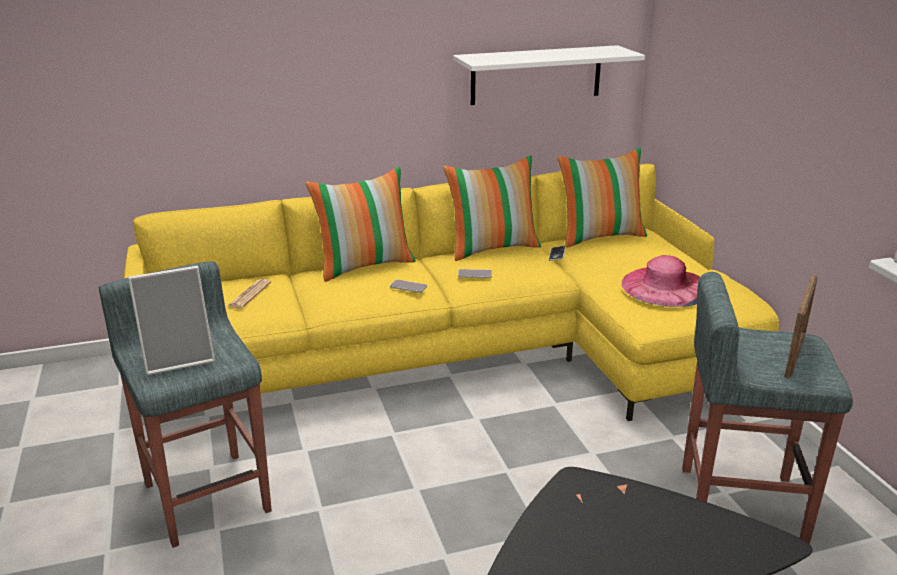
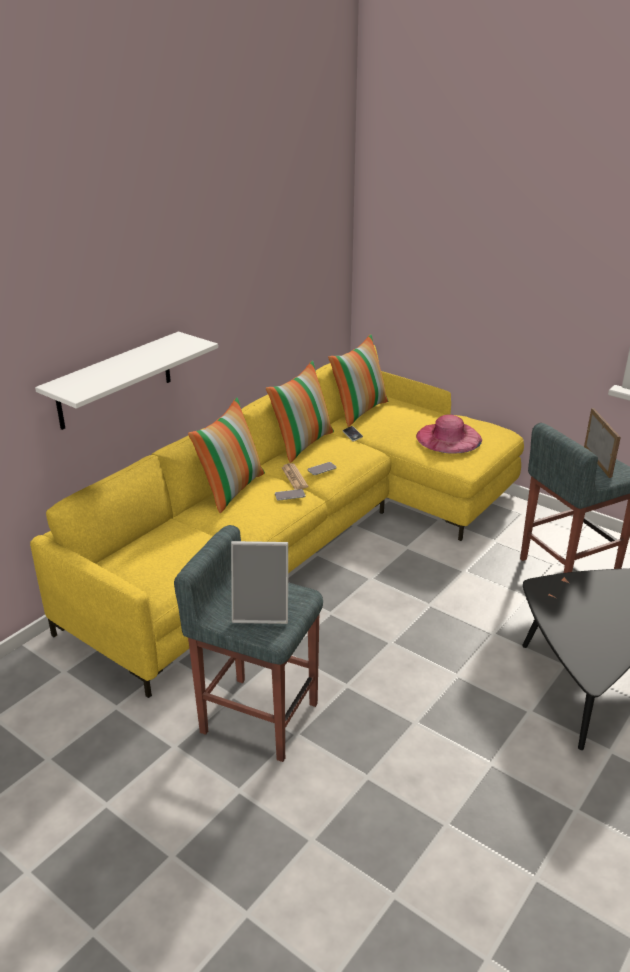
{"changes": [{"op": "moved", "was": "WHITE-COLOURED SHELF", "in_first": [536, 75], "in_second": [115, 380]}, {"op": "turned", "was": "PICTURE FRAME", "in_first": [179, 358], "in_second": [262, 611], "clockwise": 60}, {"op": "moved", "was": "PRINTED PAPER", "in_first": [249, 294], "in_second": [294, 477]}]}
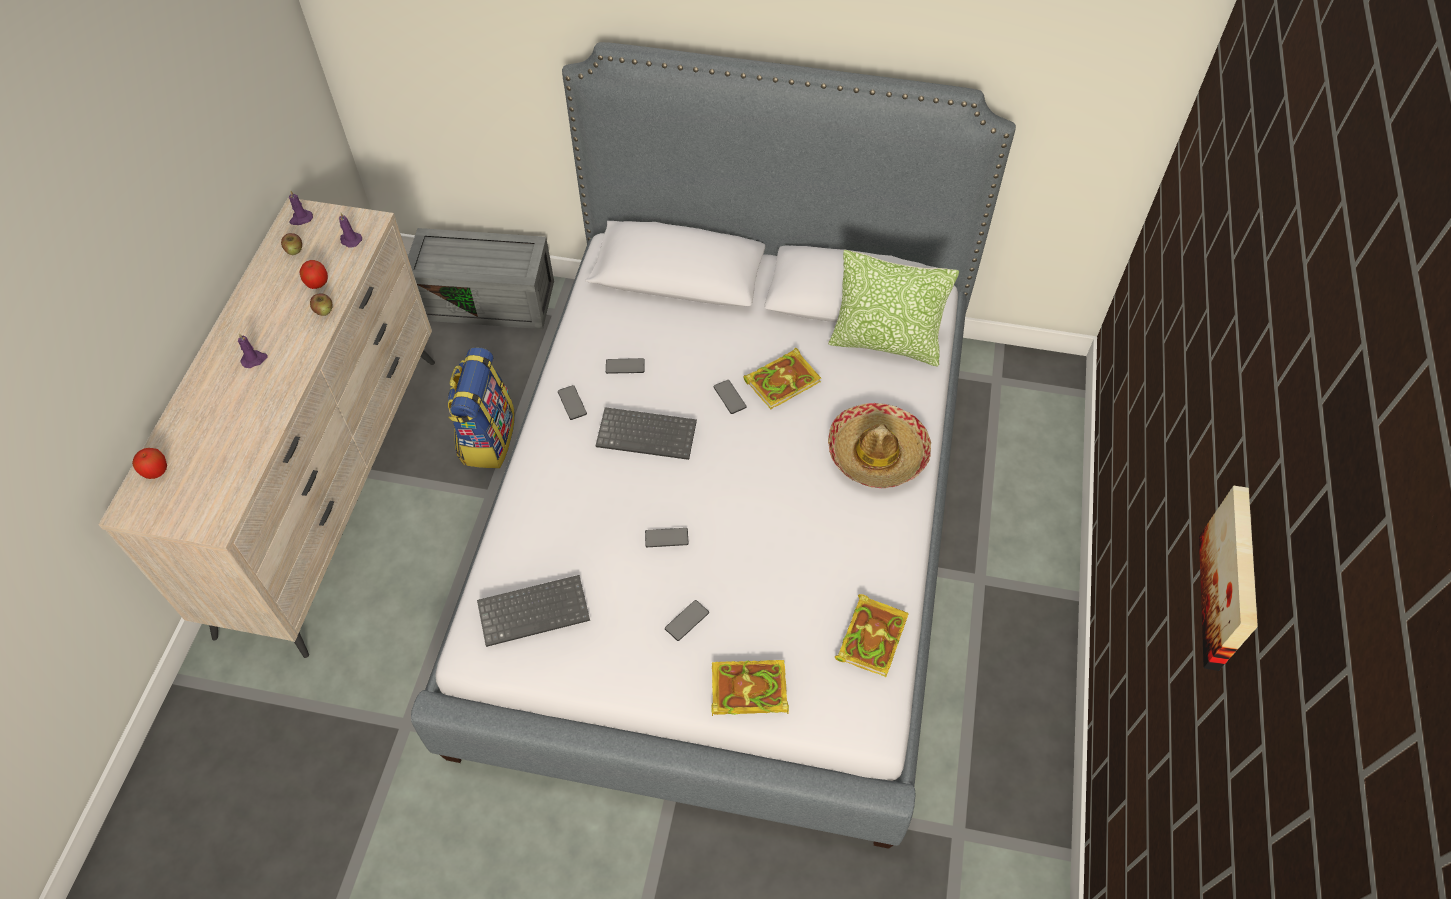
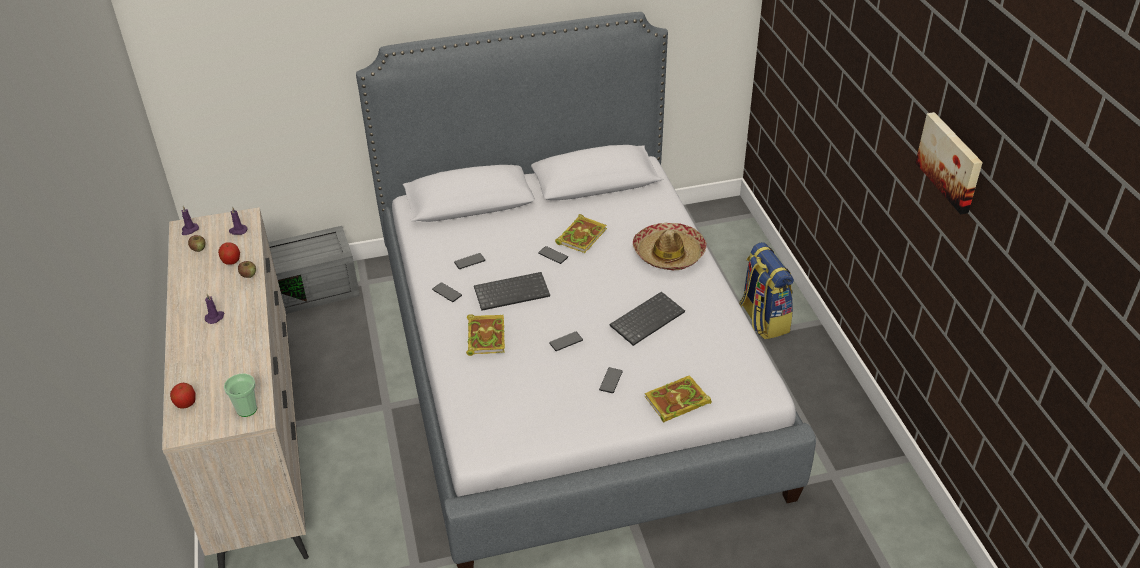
{"changes": [{"op": "removed", "was": "THROW PILLOW", "in_first": [885, 343]}, {"op": "moved", "was": "KNAPSACK", "in_first": [487, 438], "in_second": [762, 320]}, {"op": "moved", "was": "COMPUTER KEYBOARD", "in_first": [535, 609], "in_second": [647, 318]}, {"op": "moved", "was": "BOUND BOOK", "in_first": [871, 635], "in_second": [485, 336]}, {"op": "added", "now": "DRINKING CUP", "in_second": [247, 409]}]}
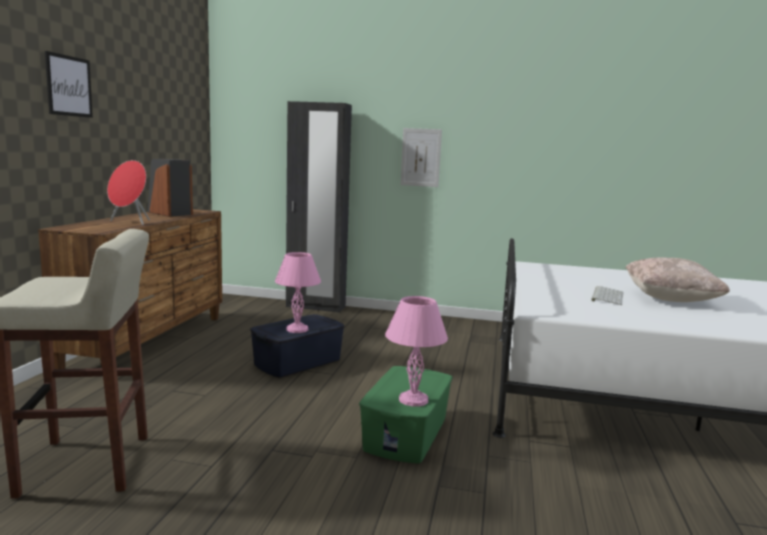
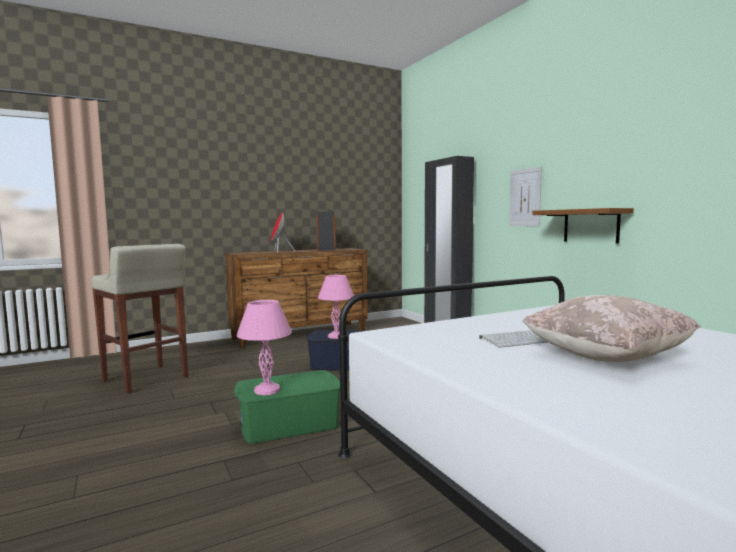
{"changes": [{"op": "removed", "was": "PICTURE", "in_first": [69, 86]}, {"op": "added", "now": "BROWNISH SHELF", "in_second": [591, 226]}]}
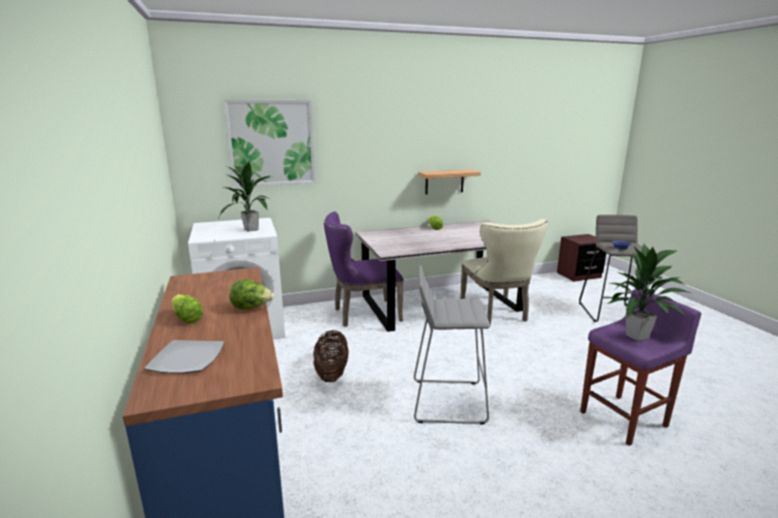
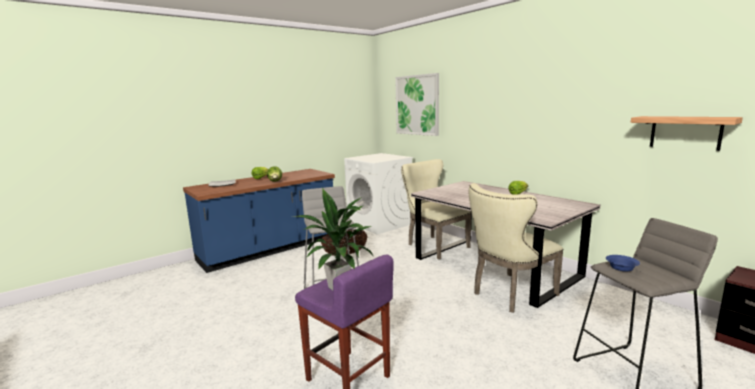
{"changes": [{"op": "removed", "was": "HOUSEPLANT", "in_first": [251, 229]}, {"op": "moved", "was": "SHELF", "in_first": [444, 181], "in_second": [685, 132]}, {"op": "recoloured", "was": "PURPLISH PLAIN CHAIR", "now": "BEIGE PLAIN CHAIR", "in_first": [362, 314], "in_second": [434, 245]}]}
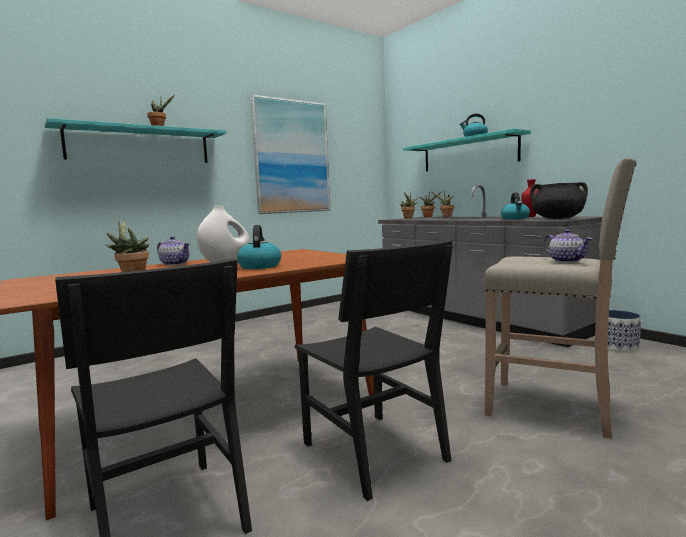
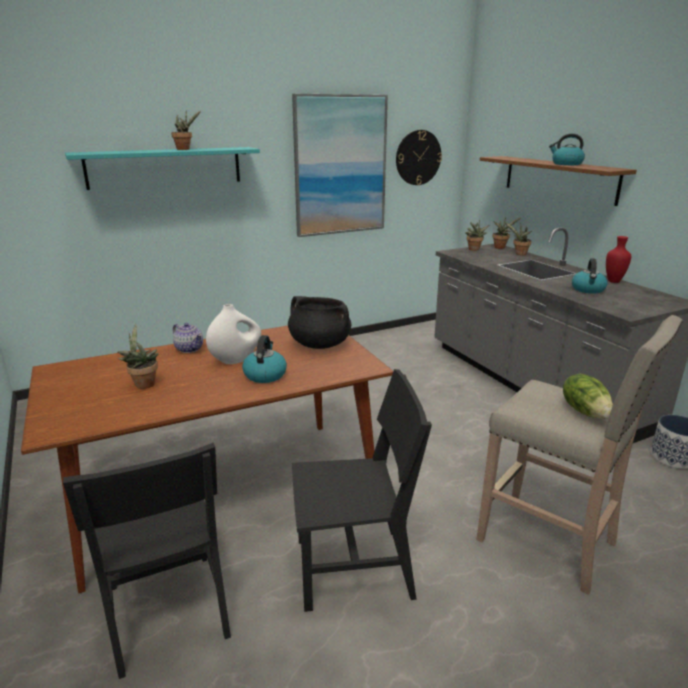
{"changes": [{"op": "recoloured", "was": "TURQUOISE SHELF", "now": "BROWNISH SHELF", "in_first": [468, 153], "in_second": [559, 179]}, {"op": "moved", "was": "BLACK SAUCEPOT", "in_first": [557, 218], "in_second": [319, 344]}, {"op": "replaced", "was": "TEAPOT", "now": "LETTUCE HEAD", "in_first": [566, 261], "in_second": [585, 411]}, {"op": "turned", "was": "BLACK PLAIN CHAIR", "in_first": [373, 452], "in_second": [354, 568], "clockwise": -75}, {"op": "added", "now": "WALL CLOCK", "in_second": [418, 157]}]}
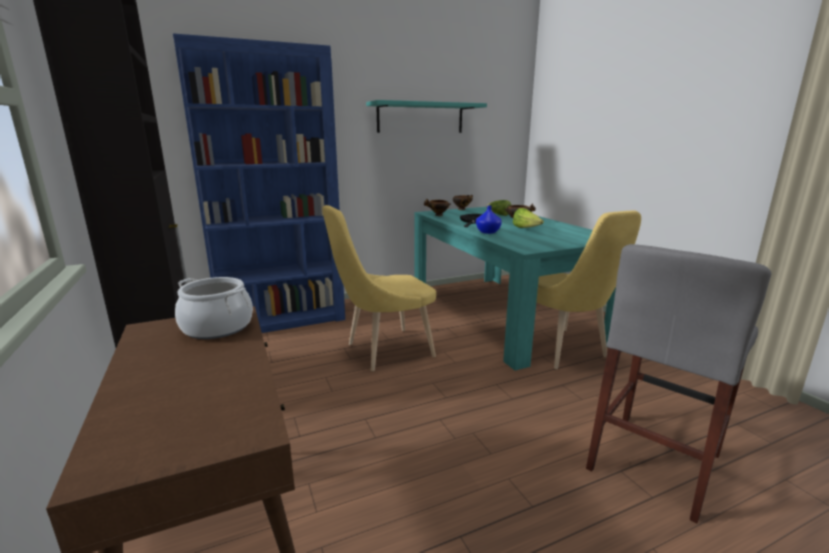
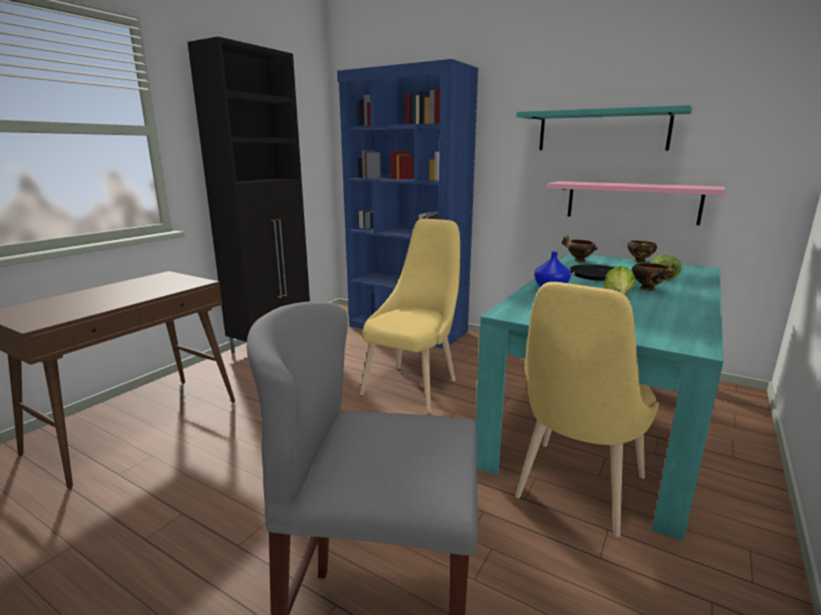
{"changes": [{"op": "turned", "was": "YELLOW-COLOURED PLAIN CHAIR", "in_first": [384, 351], "in_second": [414, 385], "clockwise": 90}, {"op": "removed", "was": "SAUCEPOT", "in_first": [217, 327]}, {"op": "added", "now": "PINK SHELF", "in_second": [632, 202]}]}
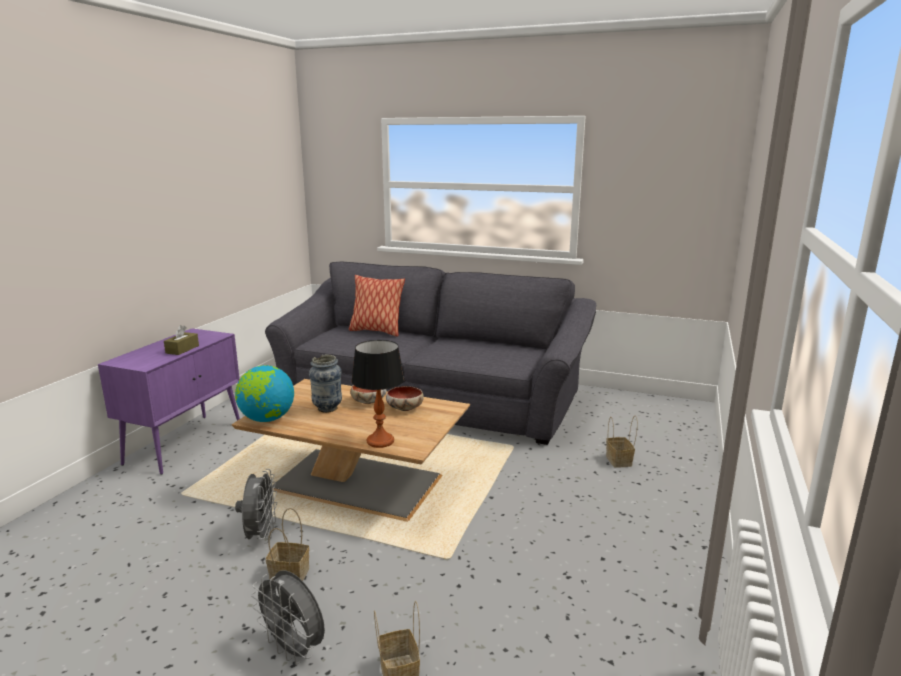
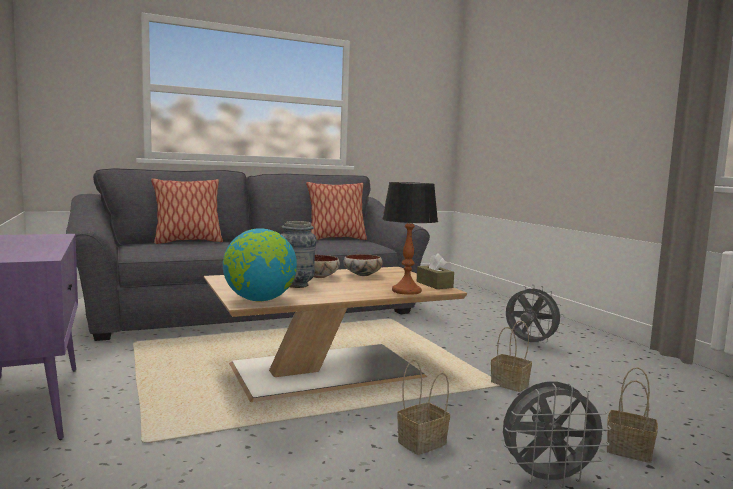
{"changes": [{"op": "moved", "was": "BROWNISH BOX OF TISSUES", "in_first": [182, 349], "in_second": [434, 284]}, {"op": "moved", "was": "BASKET", "in_first": [619, 461], "in_second": [511, 384]}, {"op": "moved", "was": "GRAY COOLING FAN", "in_first": [261, 536], "in_second": [529, 343]}, {"op": "added", "now": "THROW PILLOW", "in_second": [336, 239]}]}
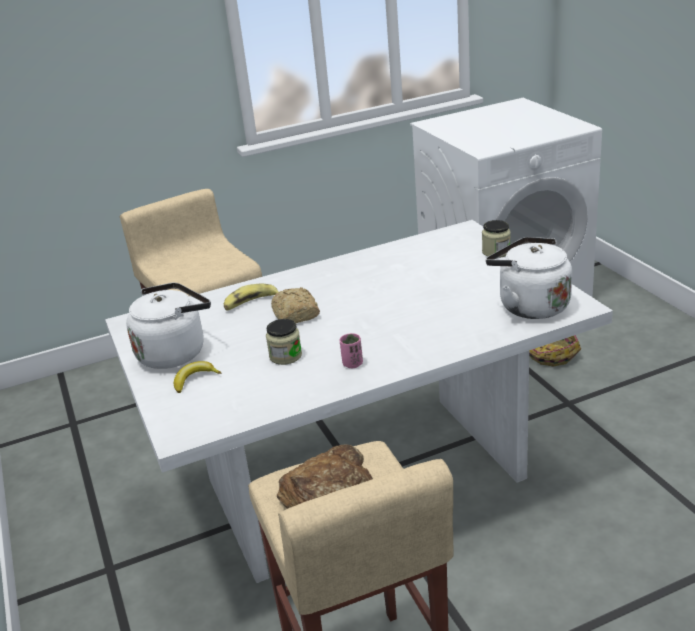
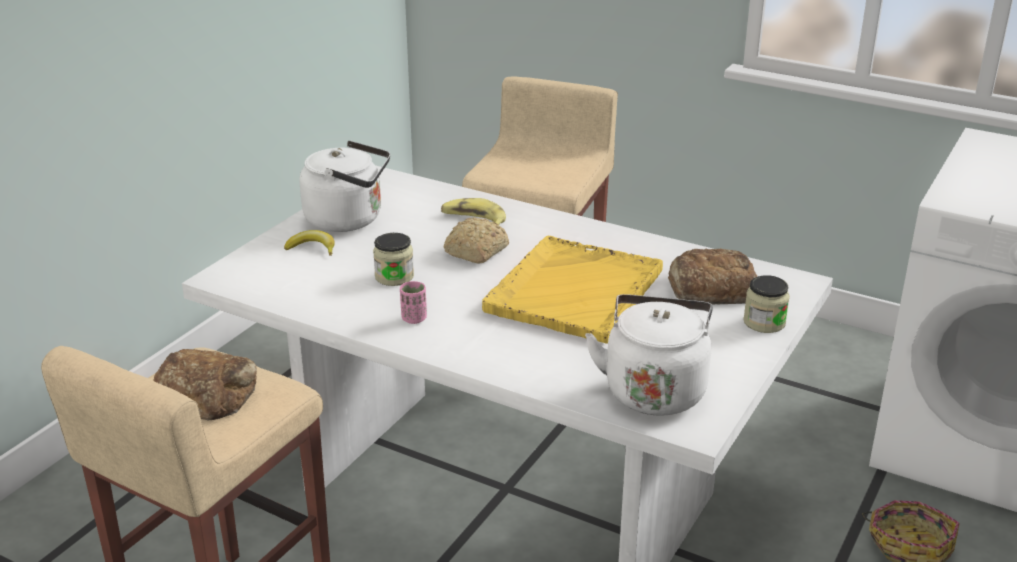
{"changes": [{"op": "added", "now": "YELLOW-COLOURED TRAY", "in_second": [573, 291]}, {"op": "added", "now": "BAKED BREAD", "in_second": [711, 288]}]}
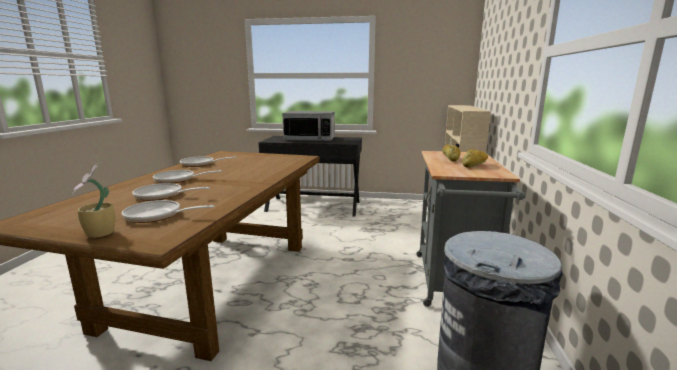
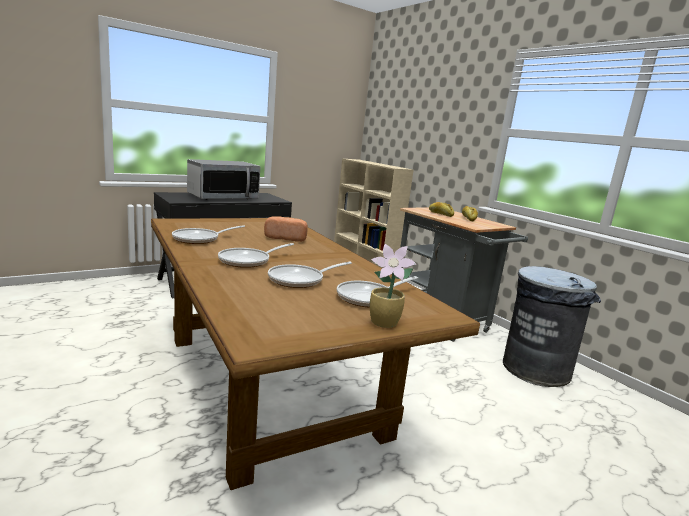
{"changes": [{"op": "added", "now": "BAKED BREAD", "in_second": [286, 238]}]}
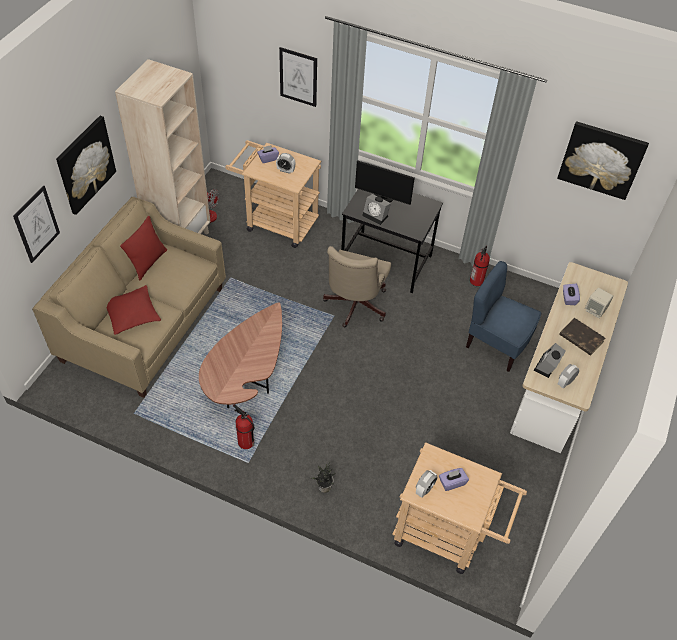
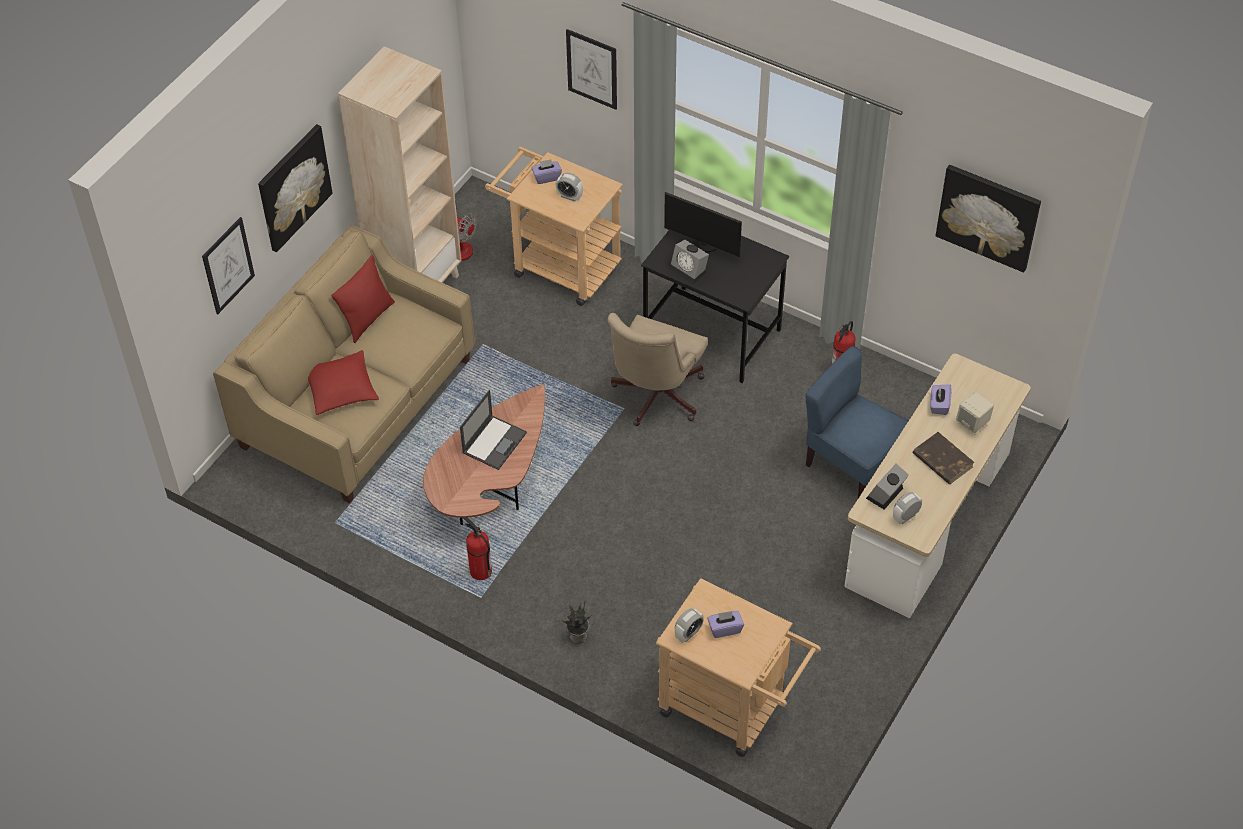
{"changes": [{"op": "added", "now": "LAPTOP", "in_second": [494, 442]}]}
